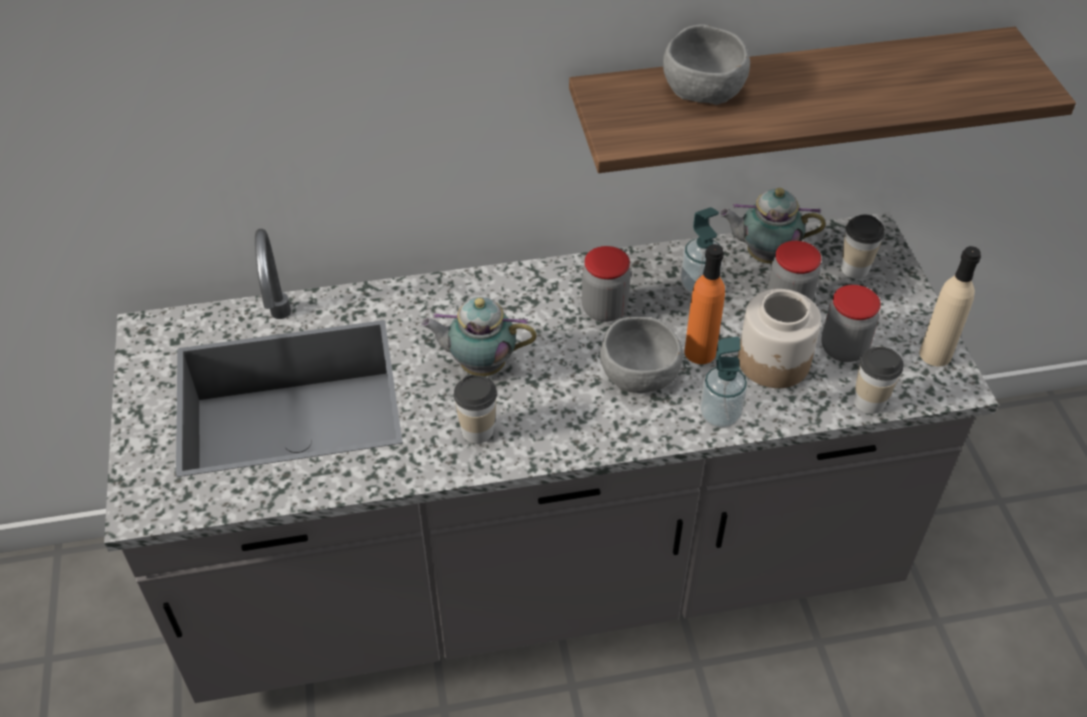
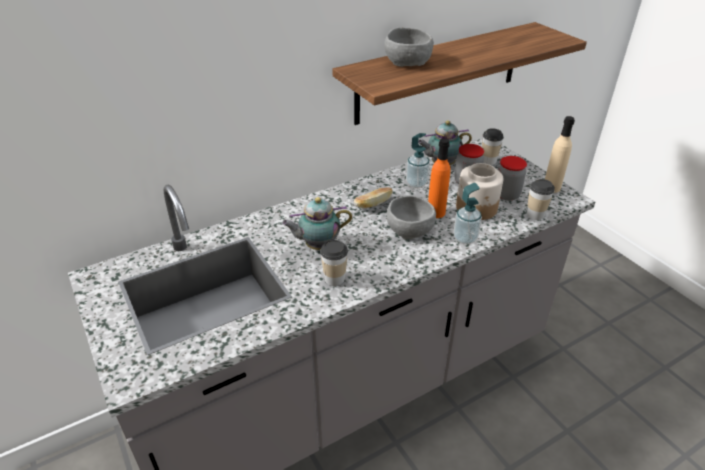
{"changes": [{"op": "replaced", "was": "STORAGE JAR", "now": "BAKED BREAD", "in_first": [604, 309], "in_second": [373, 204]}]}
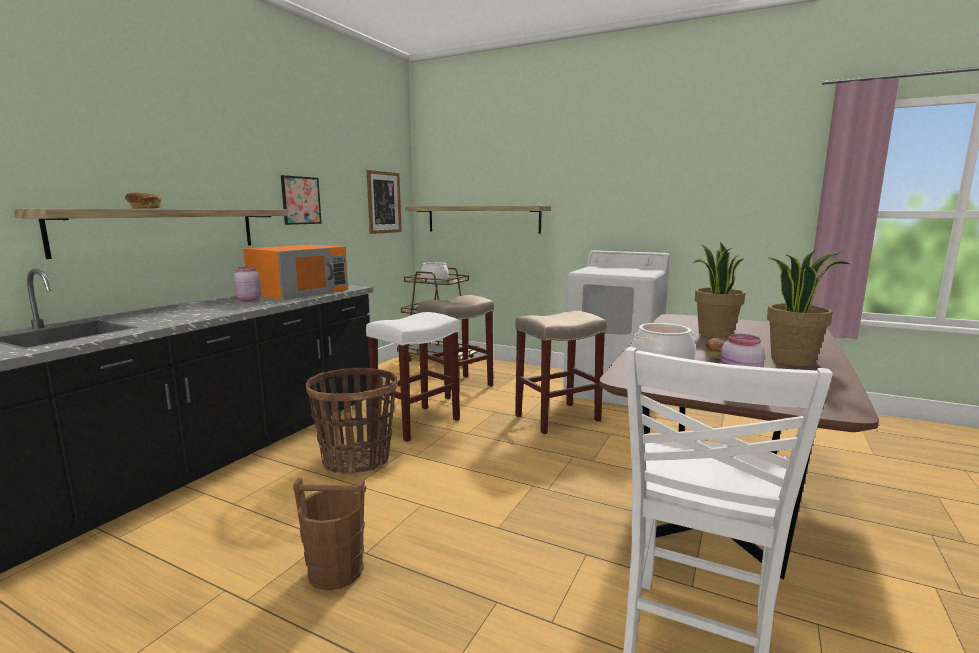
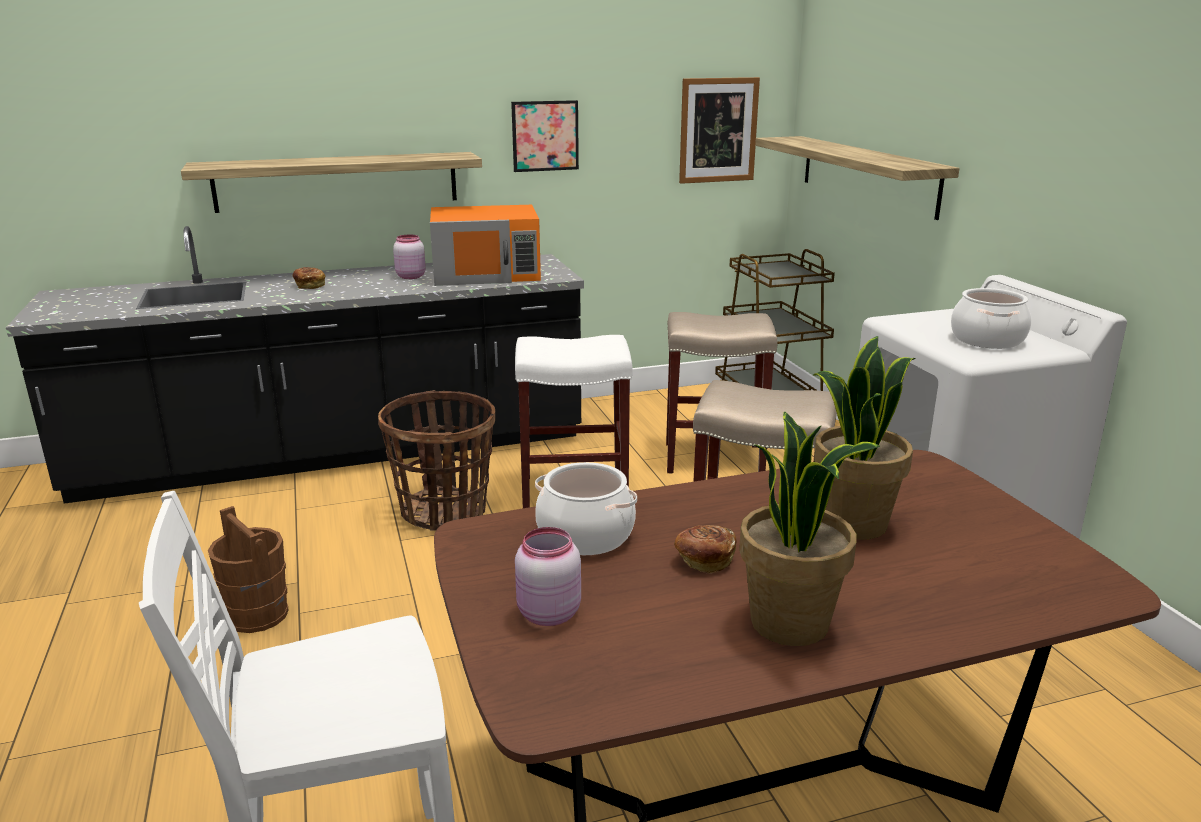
{"changes": [{"op": "moved", "was": "BAKED BREAD", "in_first": [144, 208], "in_second": [310, 285]}, {"op": "moved", "was": "SAUCEPOT", "in_first": [434, 280], "in_second": [986, 339]}]}
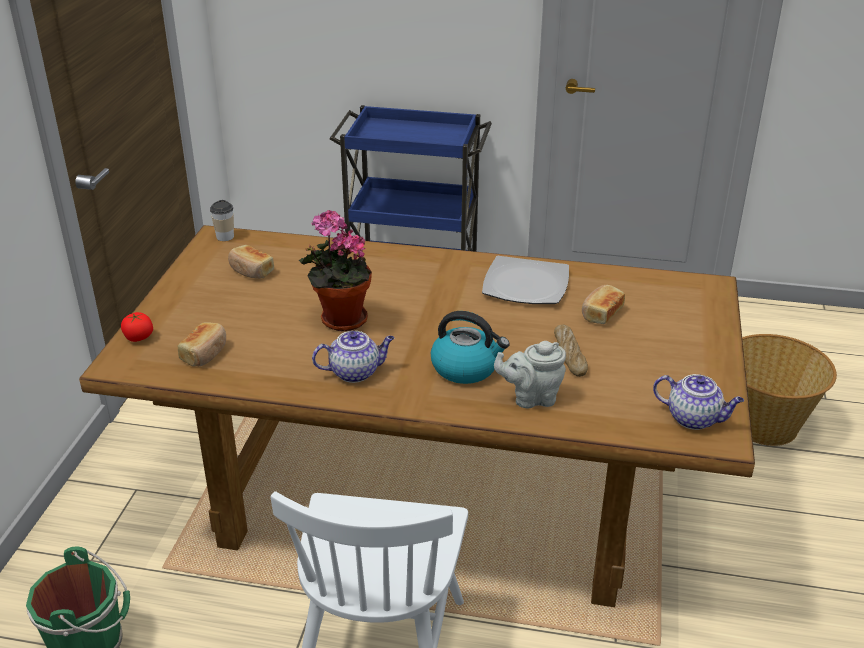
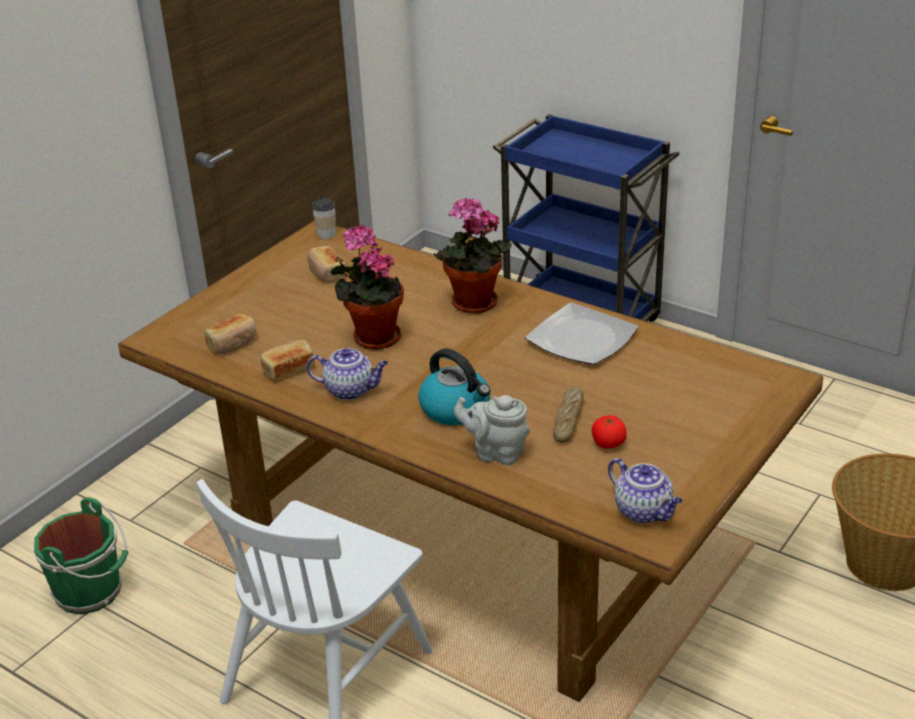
{"changes": [{"op": "moved", "was": "BAKED BREAD", "in_first": [601, 313], "in_second": [288, 369]}, {"op": "moved", "was": "WHOLE TOMATO", "in_first": [138, 337], "in_second": [608, 443]}, {"op": "added", "now": "HOUSEPLANT", "in_second": [472, 305]}]}
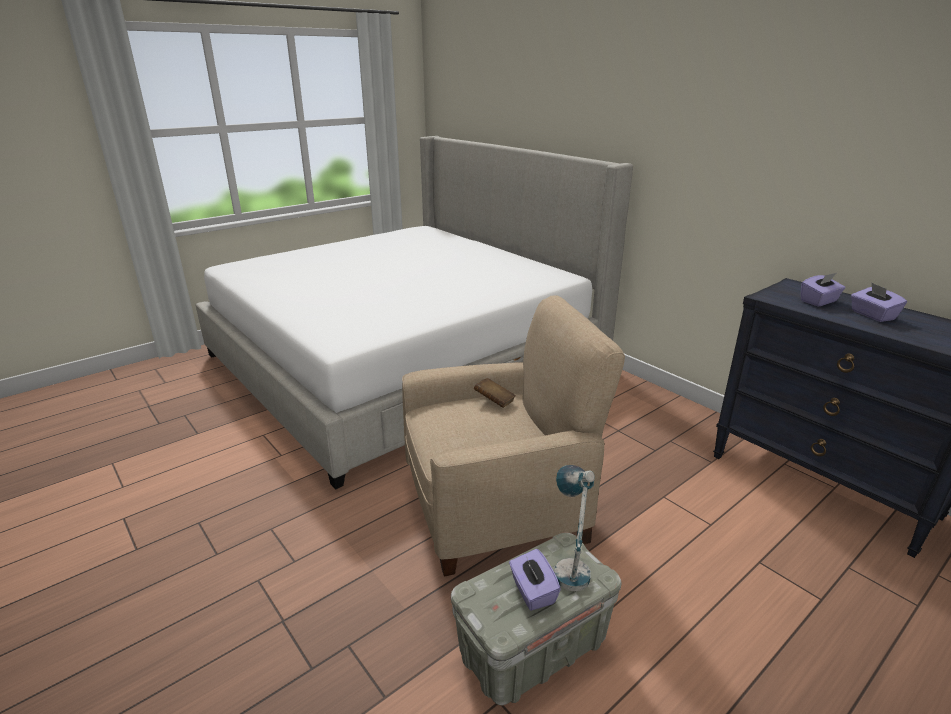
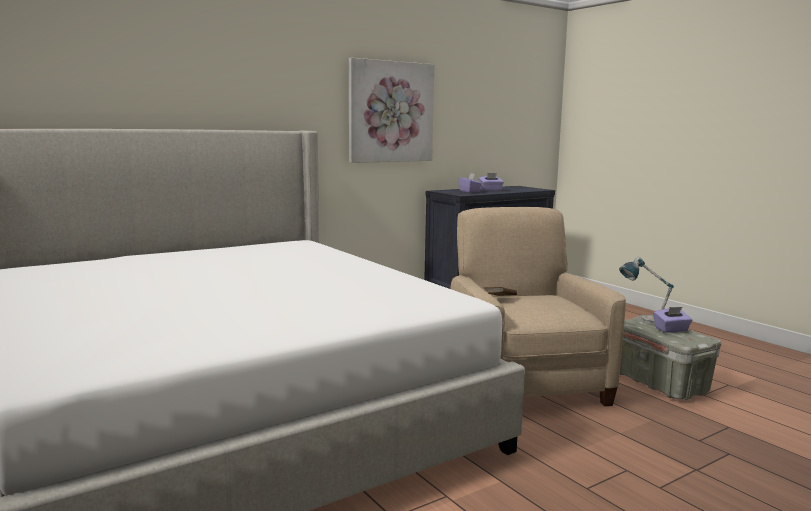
{"changes": [{"op": "added", "now": "PICTURE", "in_second": [391, 112]}]}
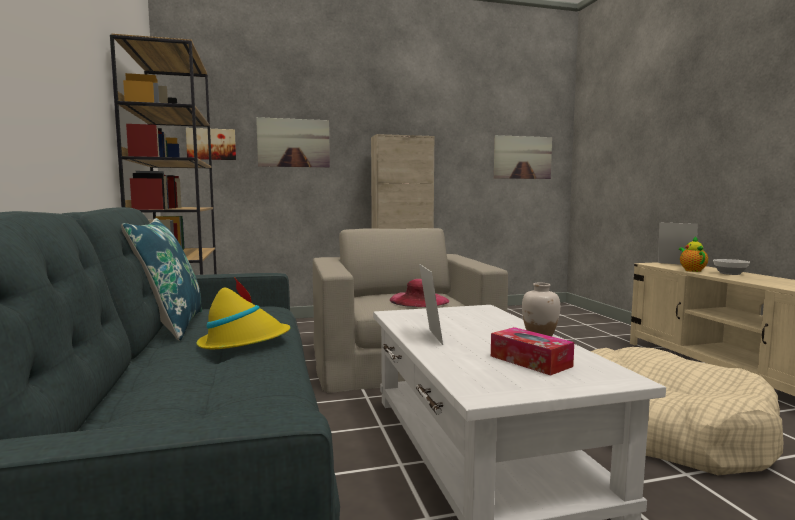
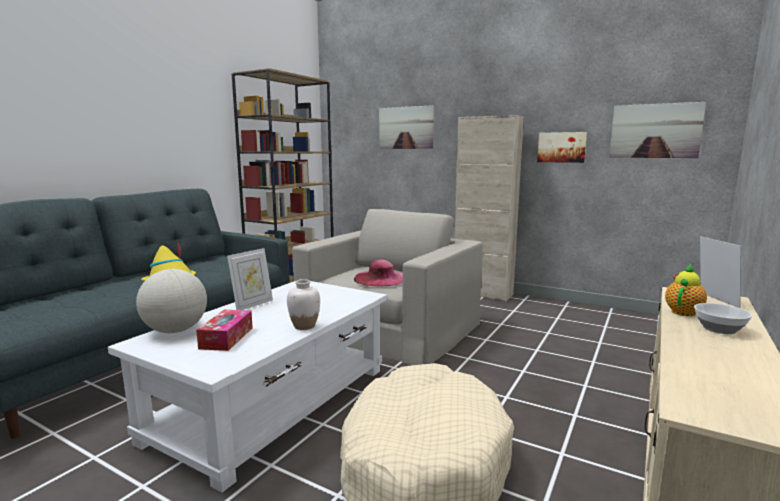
{"changes": [{"op": "moved", "was": "PICTURE", "in_first": [211, 144], "in_second": [561, 147]}, {"op": "removed", "was": "BLUE-COLOURED THROW PILLOW", "in_first": [169, 326]}, {"op": "added", "now": "DESK GLOBE", "in_second": [175, 330]}]}
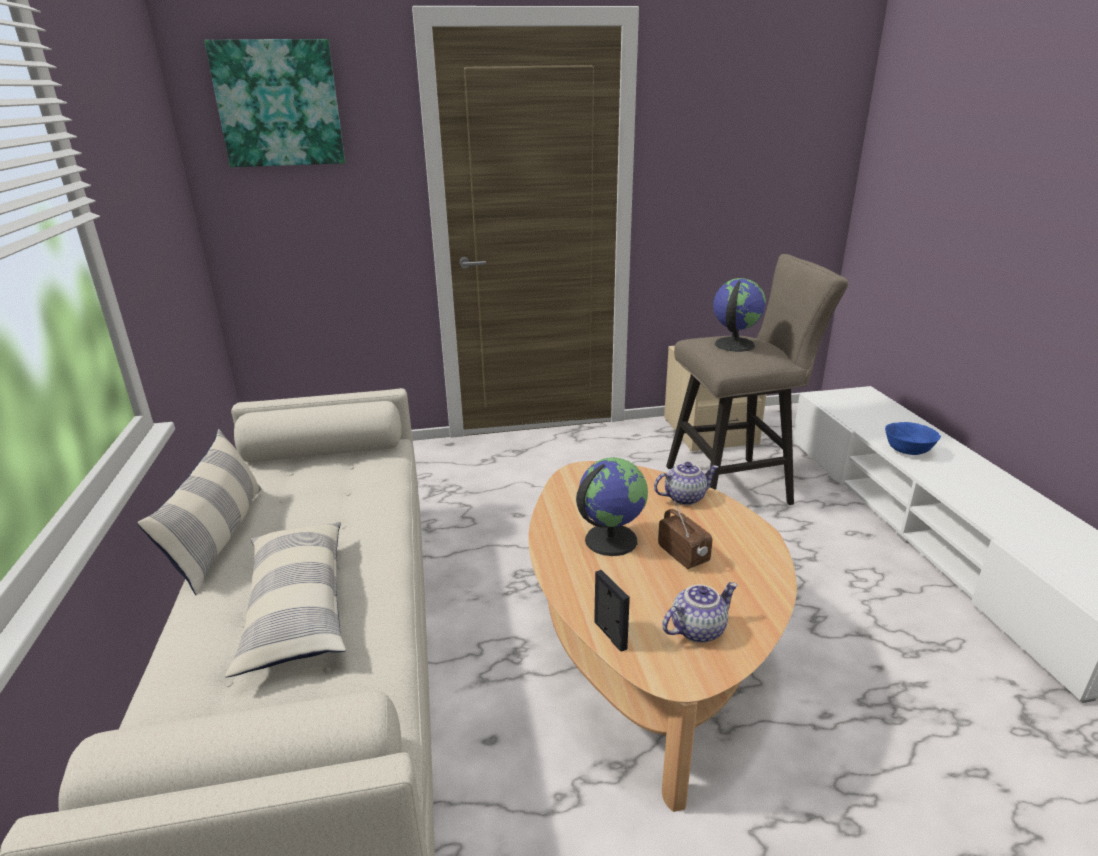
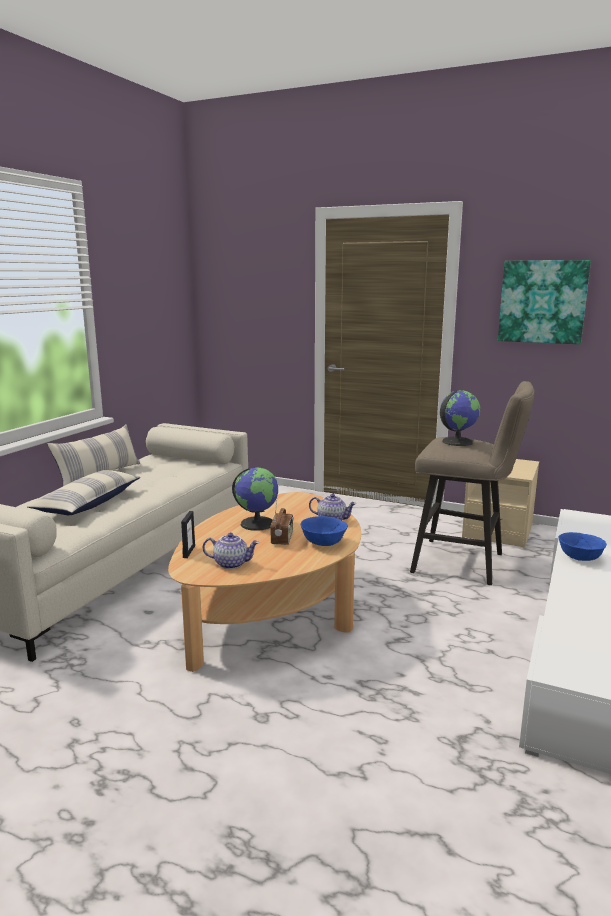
{"changes": [{"op": "moved", "was": "PICTURE", "in_first": [279, 104], "in_second": [542, 302]}, {"op": "added", "now": "BLUE-COLOURED SERVING BOWL", "in_second": [324, 543]}]}
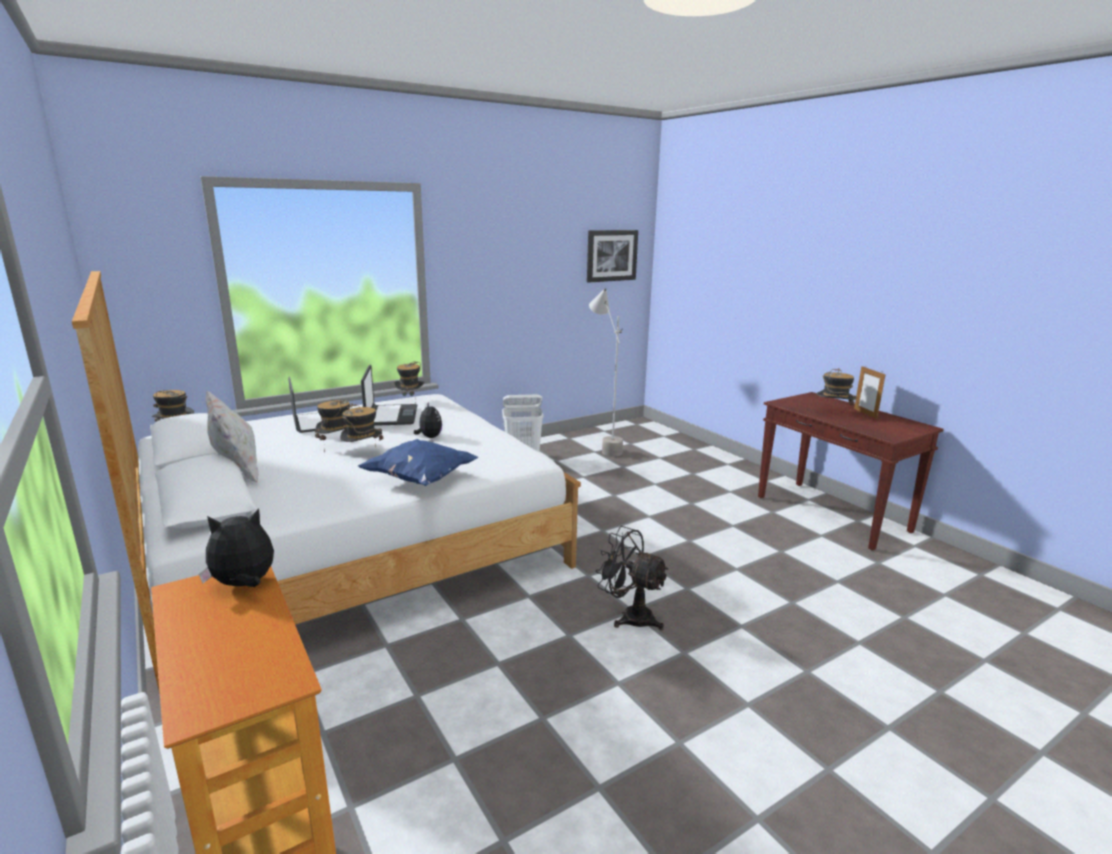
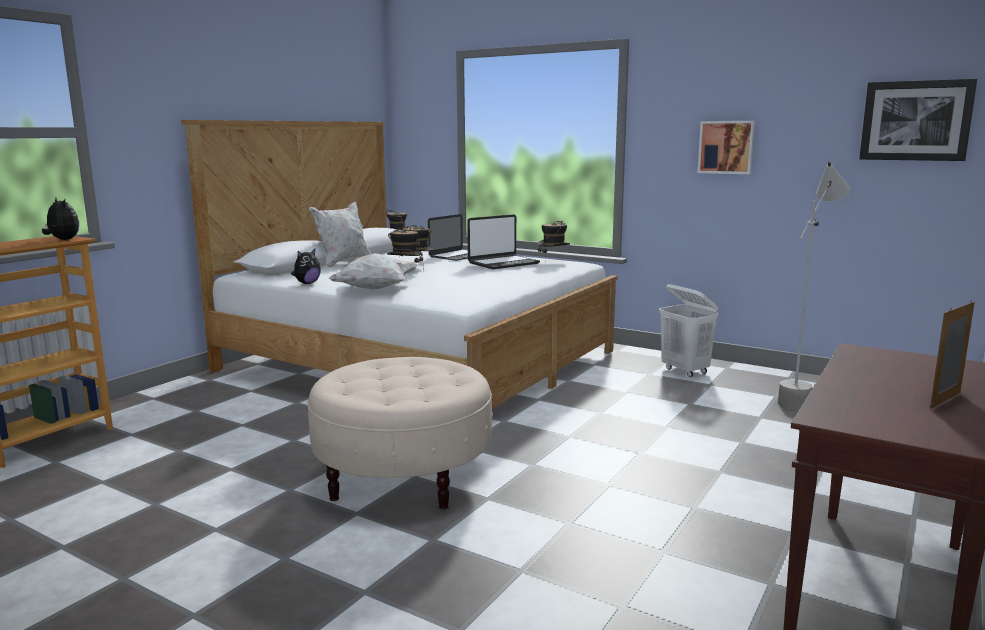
{"changes": [{"op": "removed", "was": "CLOTHING HAT", "in_first": [833, 412]}, {"op": "moved", "was": "CUDDLY TOY", "in_first": [429, 437], "in_second": [307, 283]}, {"op": "recoloured", "was": "BLUE-COLOURED THROW PILLOW", "now": "WHITE-COLOURED THROW PILLOW", "in_first": [421, 479], "in_second": [375, 289]}, {"op": "replaced", "was": "BLACK COOLING FAN", "now": "BEIGE POUFFE", "in_first": [630, 616], "in_second": [403, 477]}, {"op": "added", "now": "PICTURE", "in_second": [726, 147]}]}
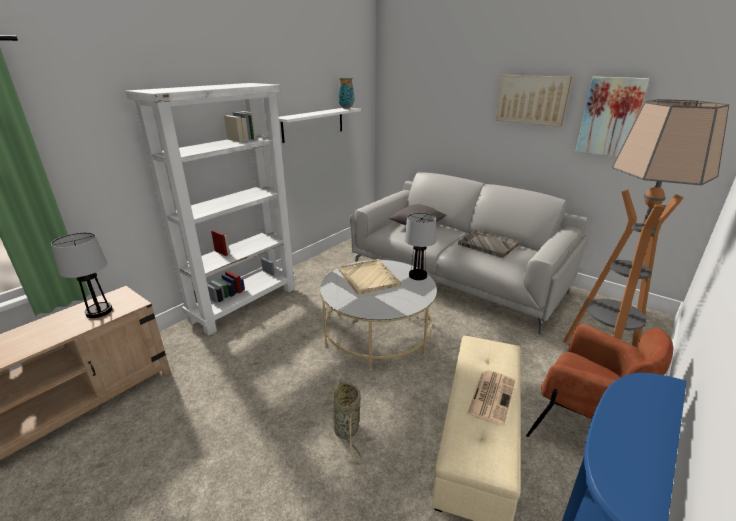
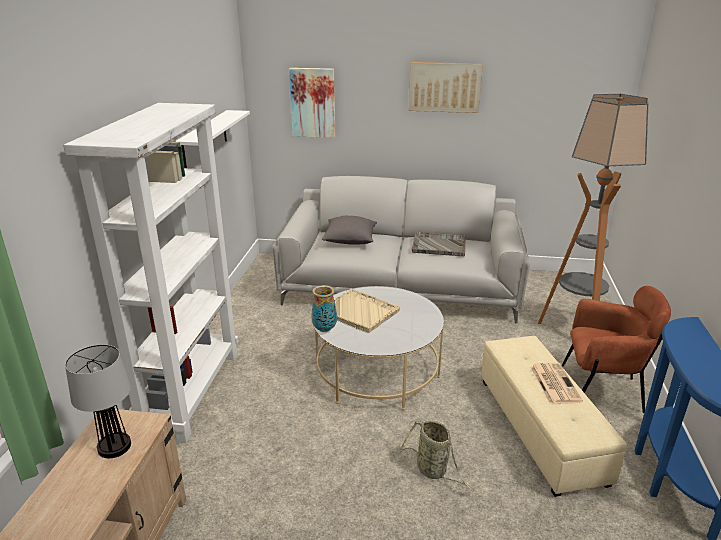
{"changes": [{"op": "moved", "was": "VASE", "in_first": [346, 108], "in_second": [324, 329]}, {"op": "moved", "was": "PICTURE", "in_first": [610, 117], "in_second": [313, 103]}, {"op": "removed", "was": "LAMP FOR A TABLE", "in_first": [417, 275]}]}
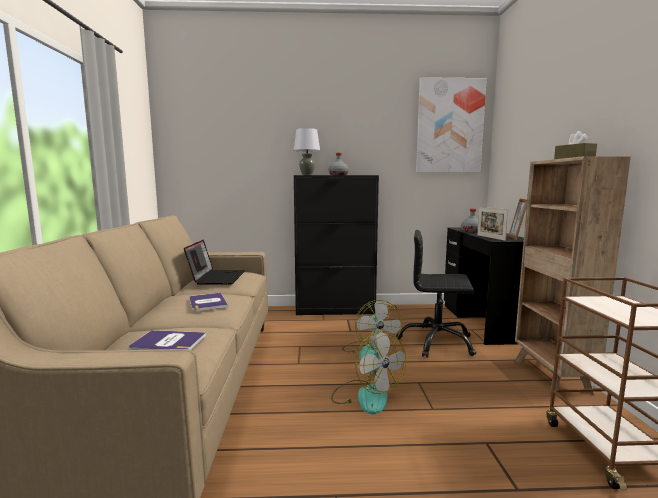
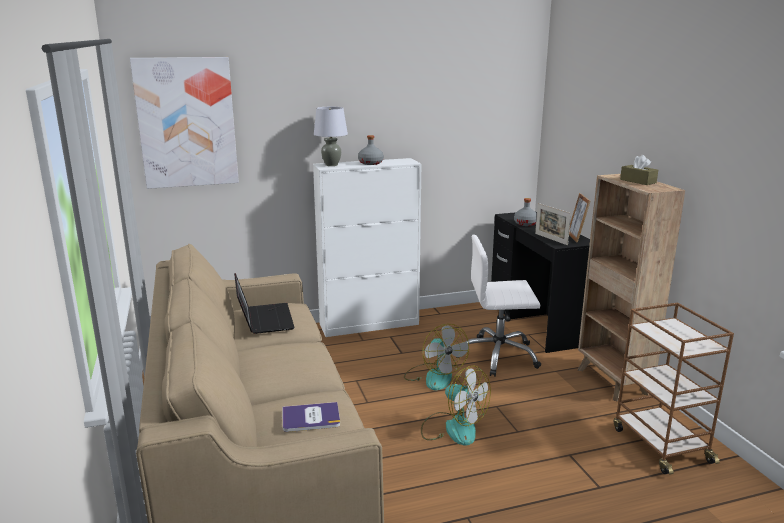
{"changes": [{"op": "moved", "was": "PICTURE", "in_first": [449, 126], "in_second": [187, 123]}, {"op": "recoloured", "was": "BLACK STORAGE CABINET", "now": "WHITE-COLOURED STORAGE CABINET", "in_first": [335, 310], "in_second": [370, 324]}, {"op": "recoloured", "was": "BLACK DESK CHAIR", "now": "WHITE-COLOURED DESK CHAIR", "in_first": [436, 342], "in_second": [498, 356]}, {"op": "removed", "was": "BOUND BOOK", "in_first": [207, 303]}]}
